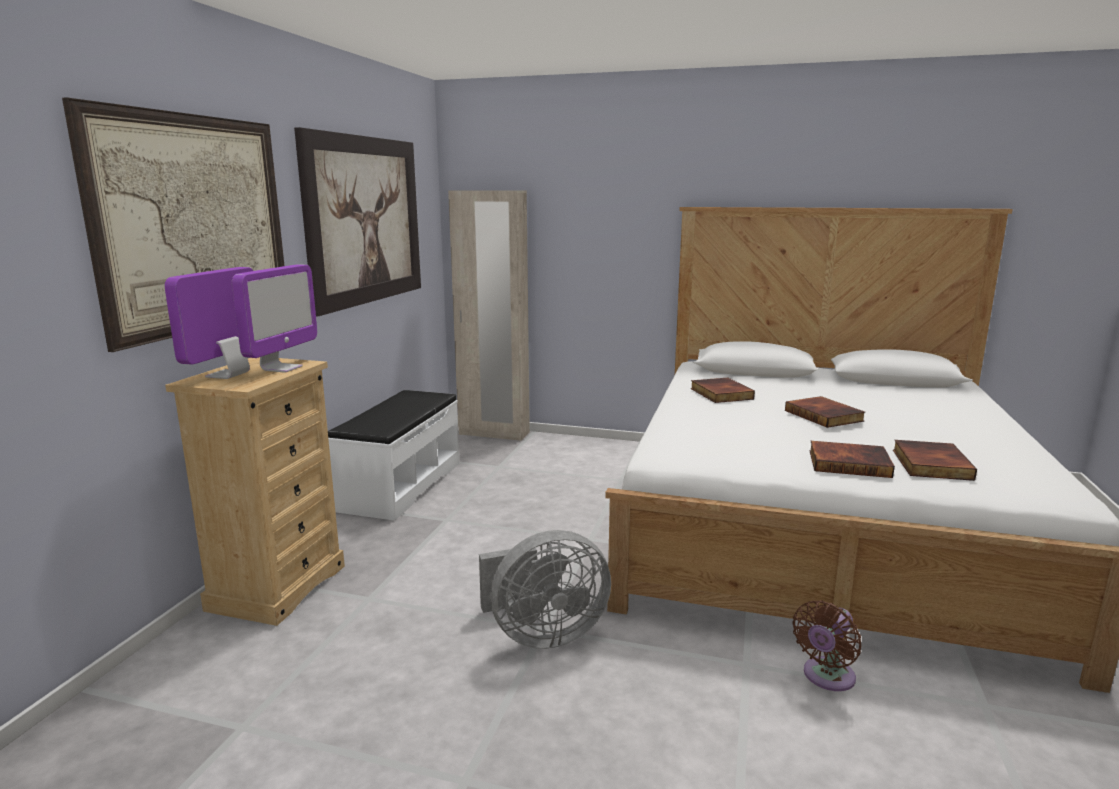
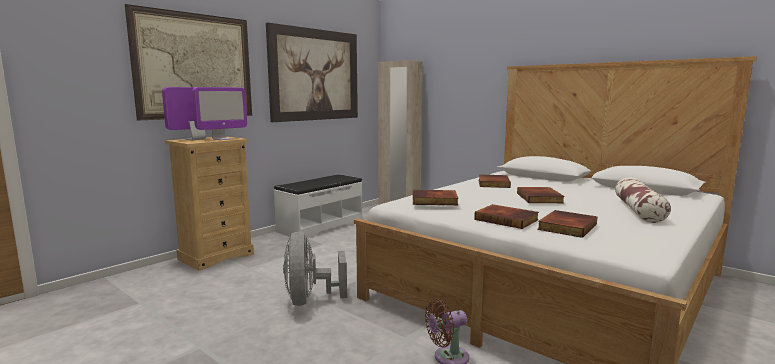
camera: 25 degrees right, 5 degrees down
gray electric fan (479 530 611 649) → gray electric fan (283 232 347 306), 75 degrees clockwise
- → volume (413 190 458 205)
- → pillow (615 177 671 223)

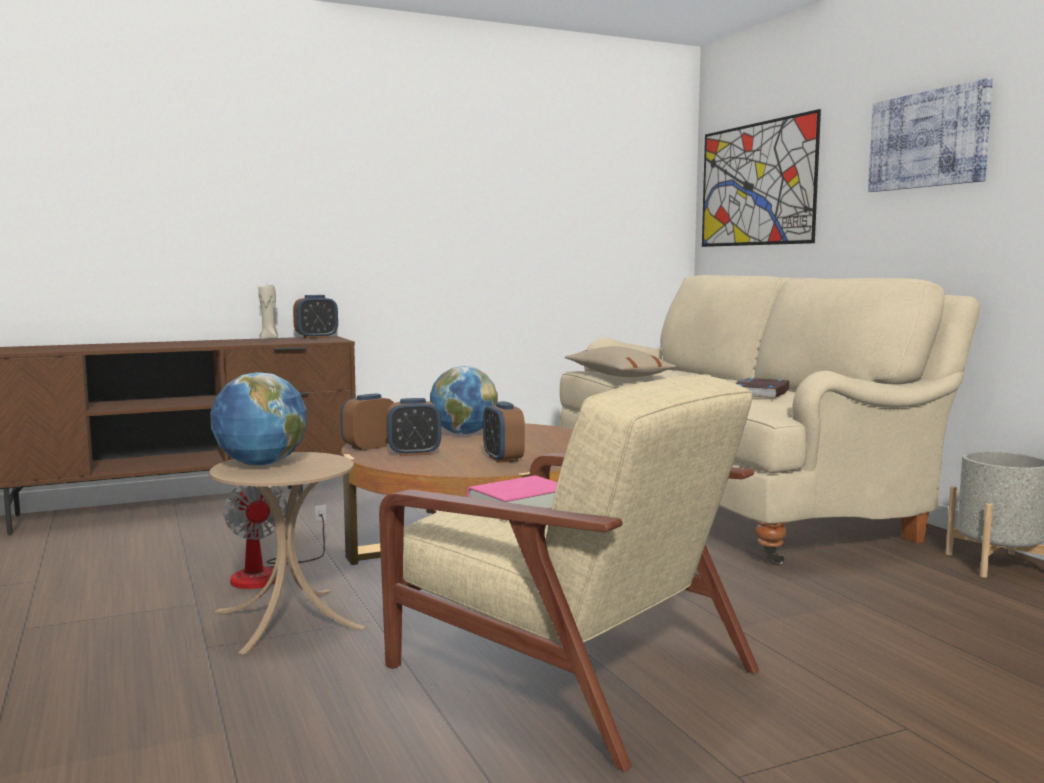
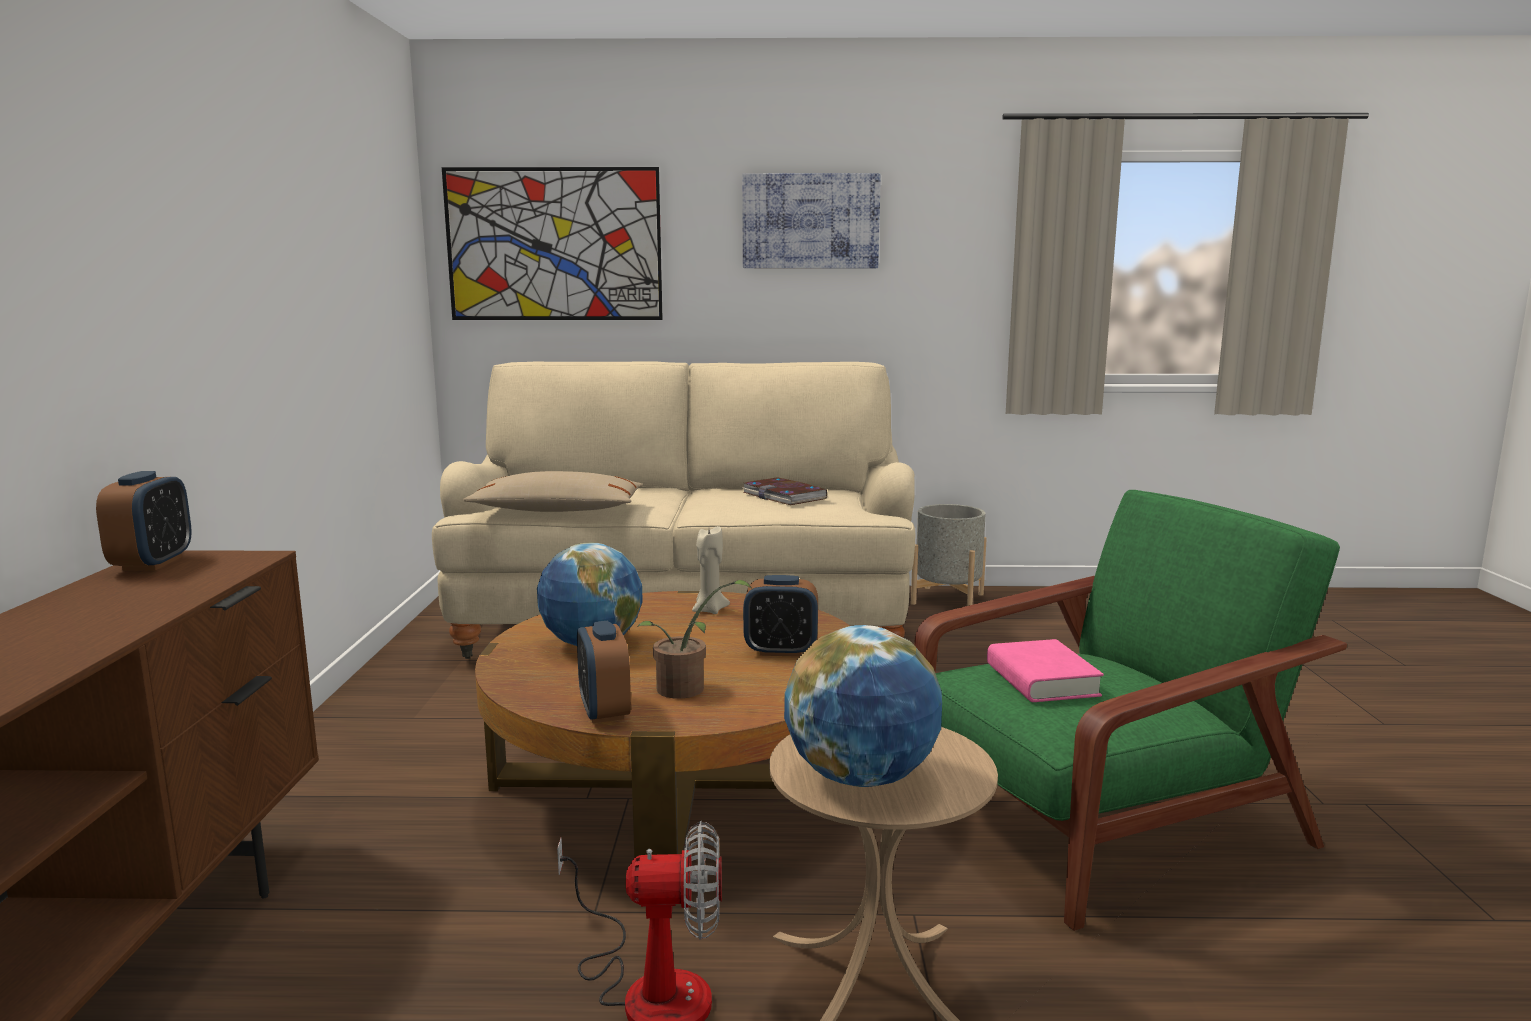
camera: 65 degrees left, 5 degrees up
beige candle (258 285 278 340) → beige candle (692 526 730 614), move
beige easy chair (379 374 759 772) → greenish easy chair (914 490 1347 931)
alarm clock (386 398 441 456) → potted plant (637 580 752 699)

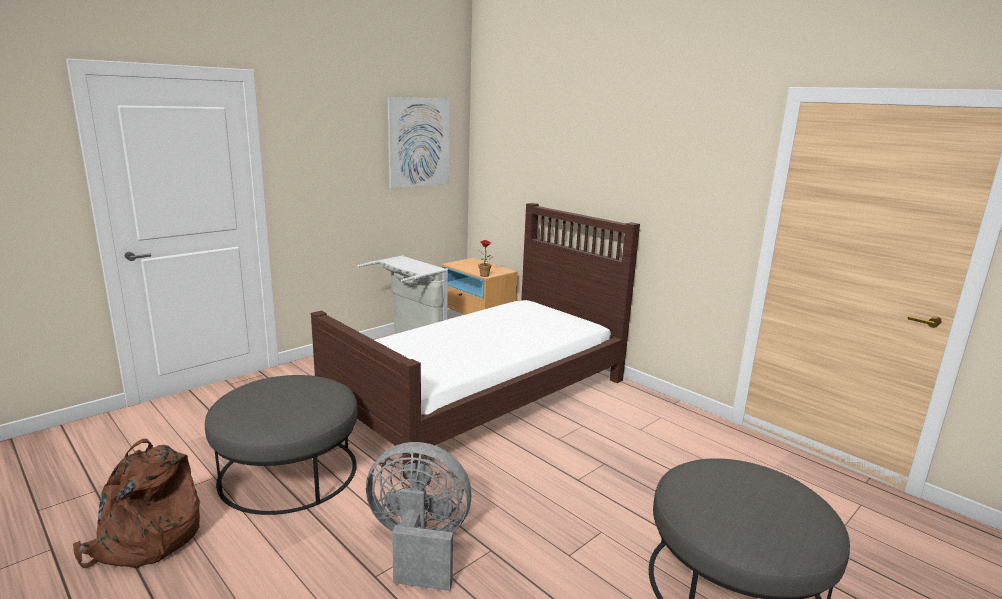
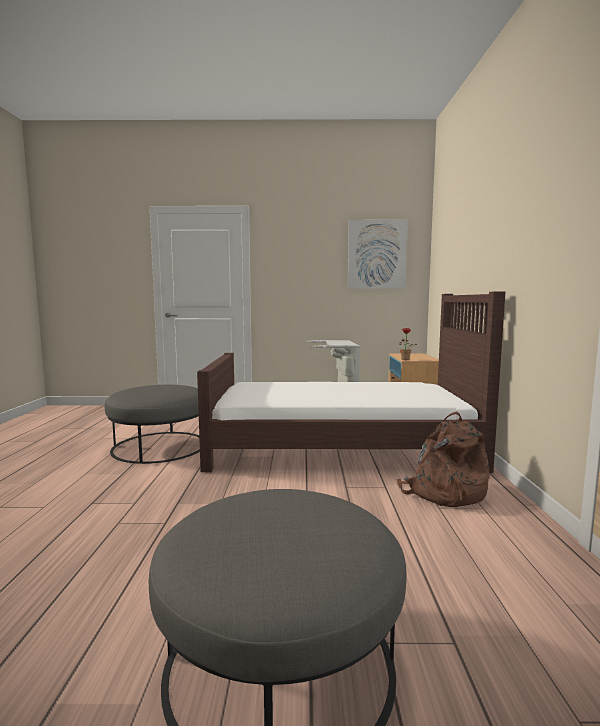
camera: 45 degrees right, 10 degrees down
brownish backpack (73 439 200 568) → brownish backpack (397 412 490 507), move
gray electric fan (366 442 471 591) → -

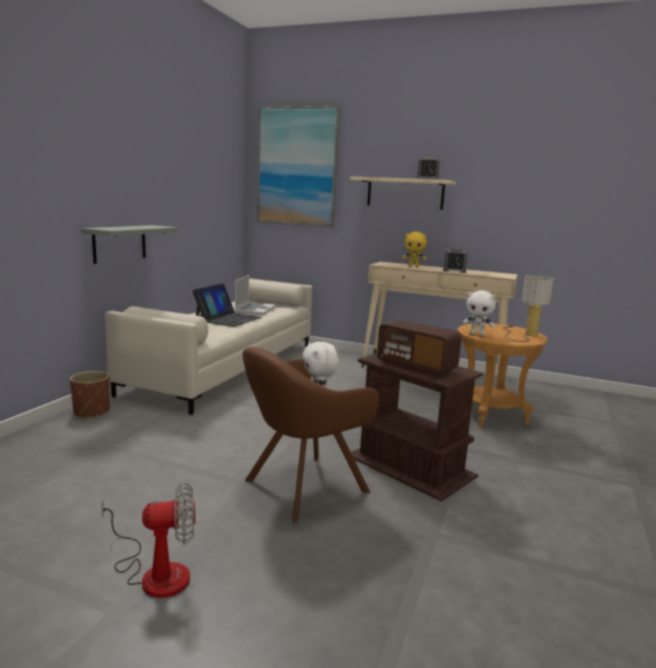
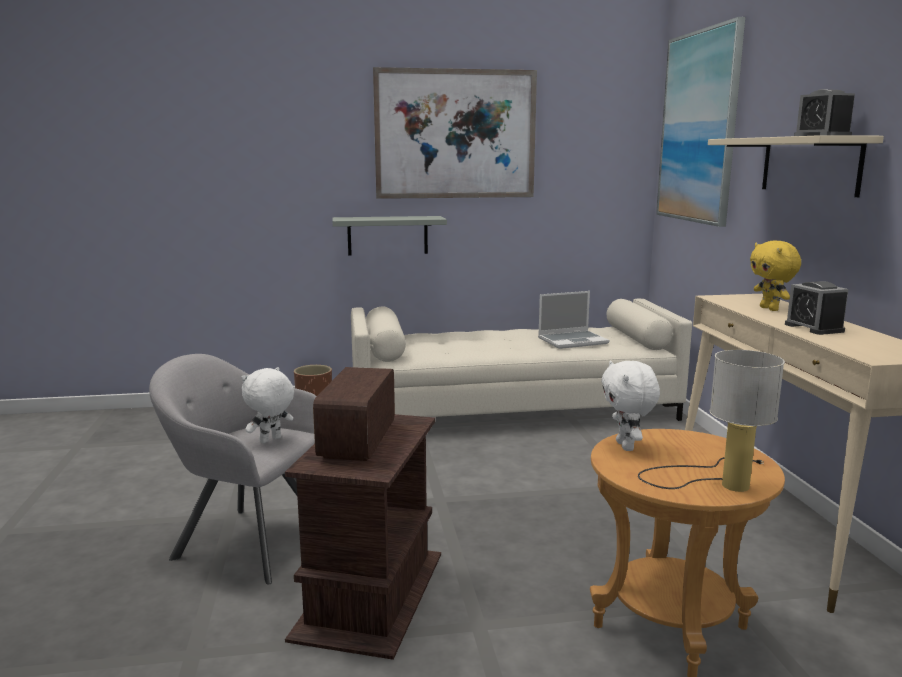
camera: 60 degrees right, 0 degrees up
electric fan (101 483 195 598) → -
laptop (192 283 262 327) → -
brownish easy chair (243 347 379 523) → gray easy chair (149 354 316 584)
- → wall art (373 67 537 199)

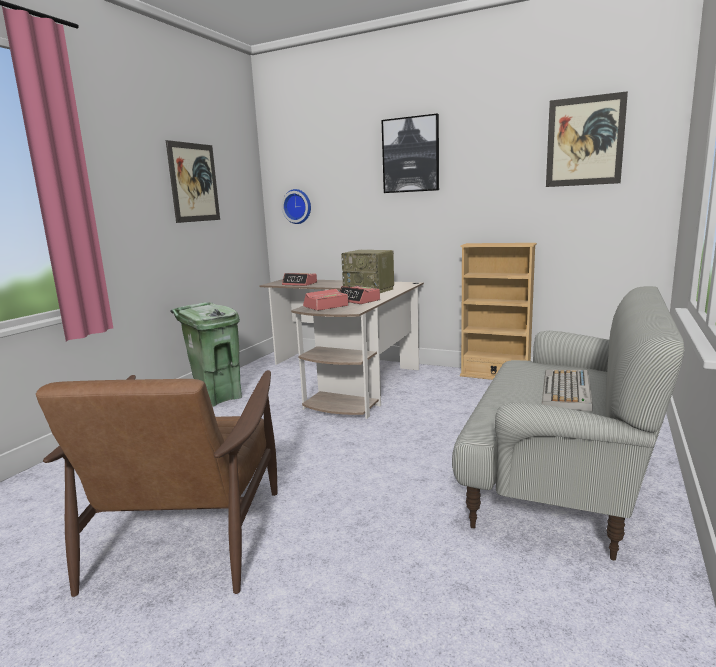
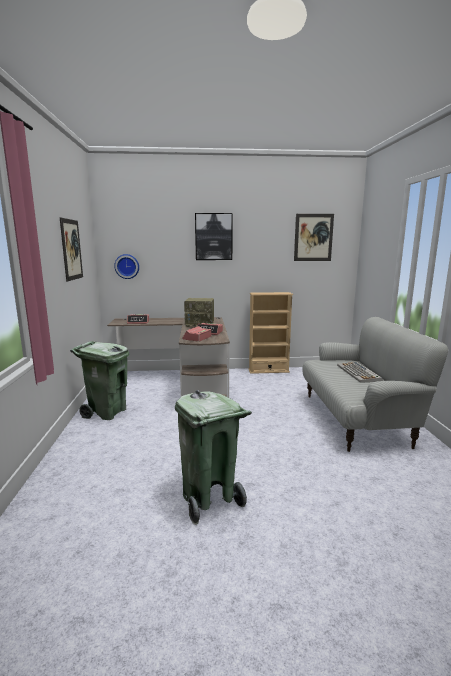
camera: 30 degrees left, 0 degrees up
brownish easy chair (36 370 277 597) → greenish waste bin (175 390 252 525)

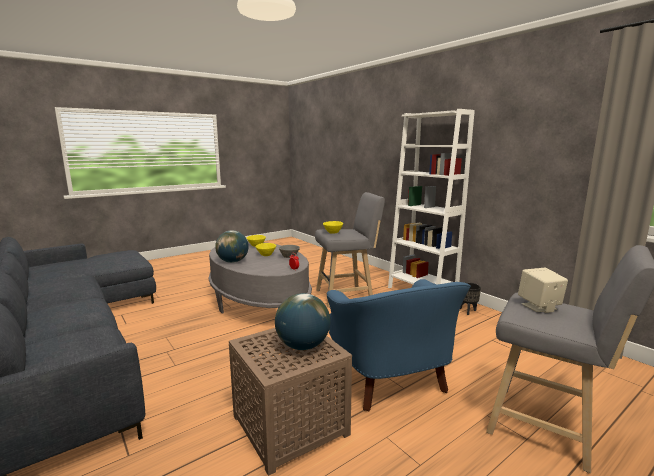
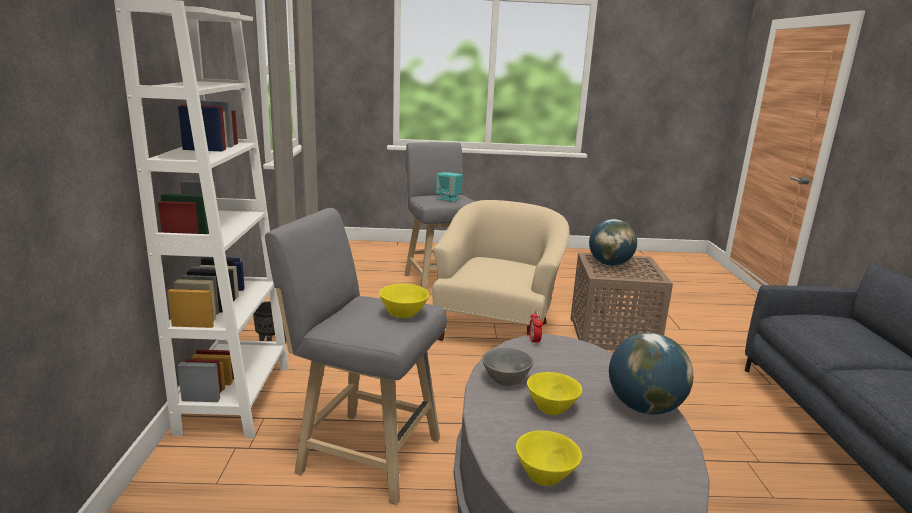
camera: 145 degrees left, 5 degrees up
blue easy chair (327 279 471 411) → beige easy chair (432 200 570 341)
beige audio speaker (518 268 568 313) → turquoise audio speaker (435 172 463 202)

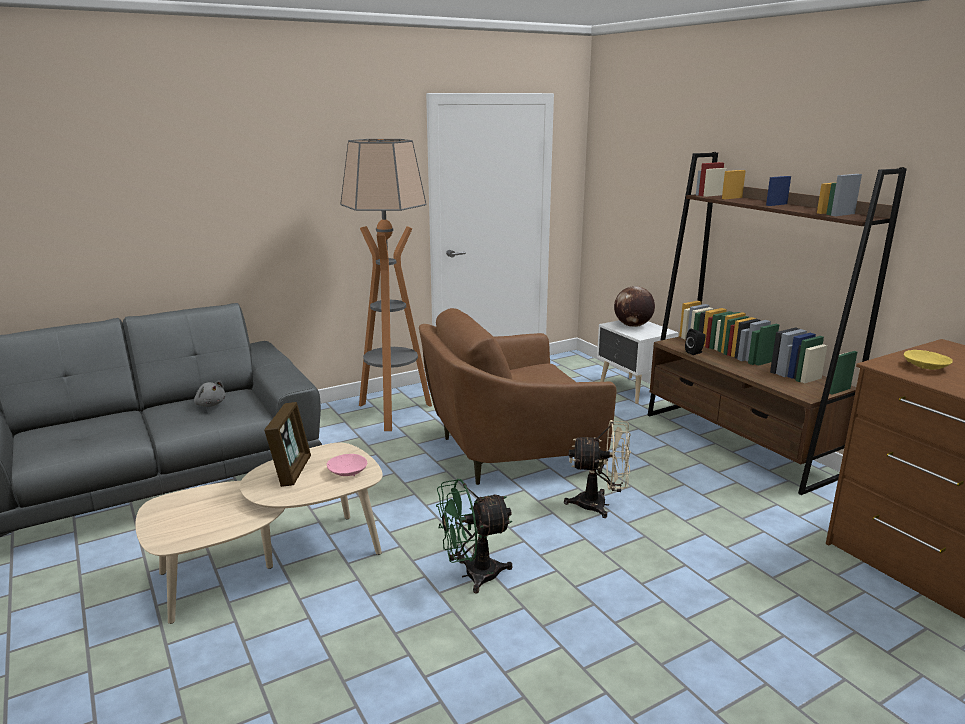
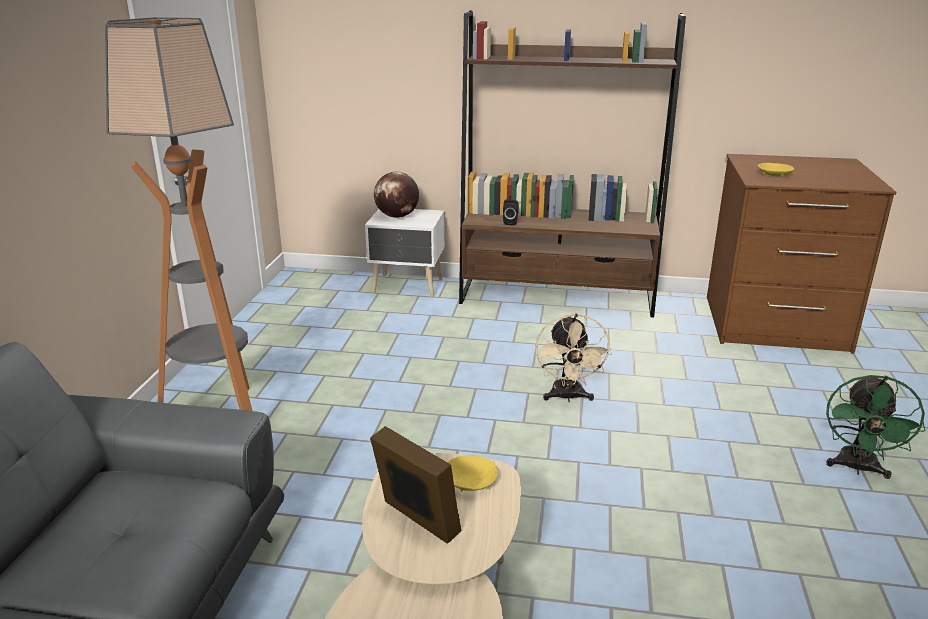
camera: 50 degrees left, 5 degrees up
gray plush toy (194 381 226 407) → -
pink serving bowl (327 454 367 476) → yellow serving bowl (448 455 498 491)
brownish easy chair (419 308 617 485) → -
greenish electric fan (436 479 512 594) → greenish electric fan (826 375 925 479), move
beige electric fan (564 420 631 518) → beige electric fan (535 313 612 402), 135 degrees clockwise

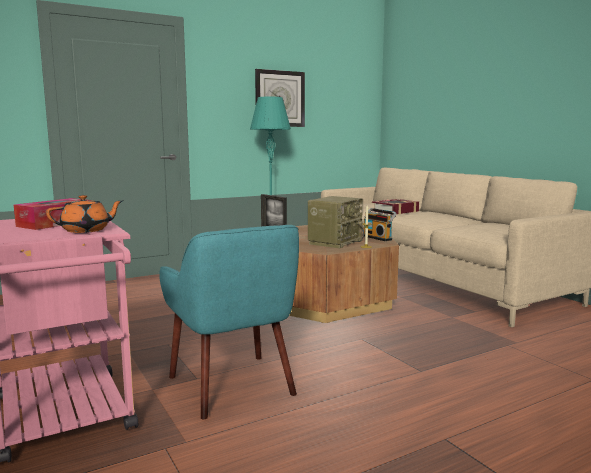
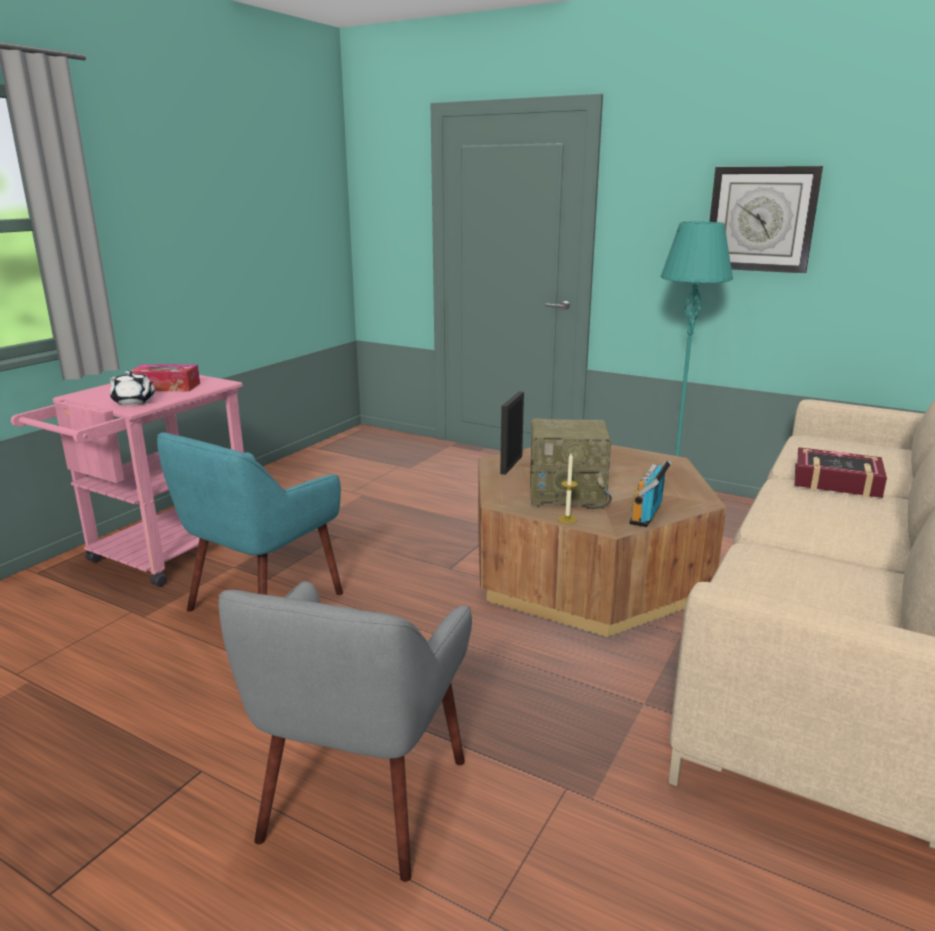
camera: 60 degrees right, 10 degrees up
orange-coloured tea pot (46 195 123 233) → white-coloured tea pot (110 370 155 406)
- → gray easy chair (219 581 472 882)

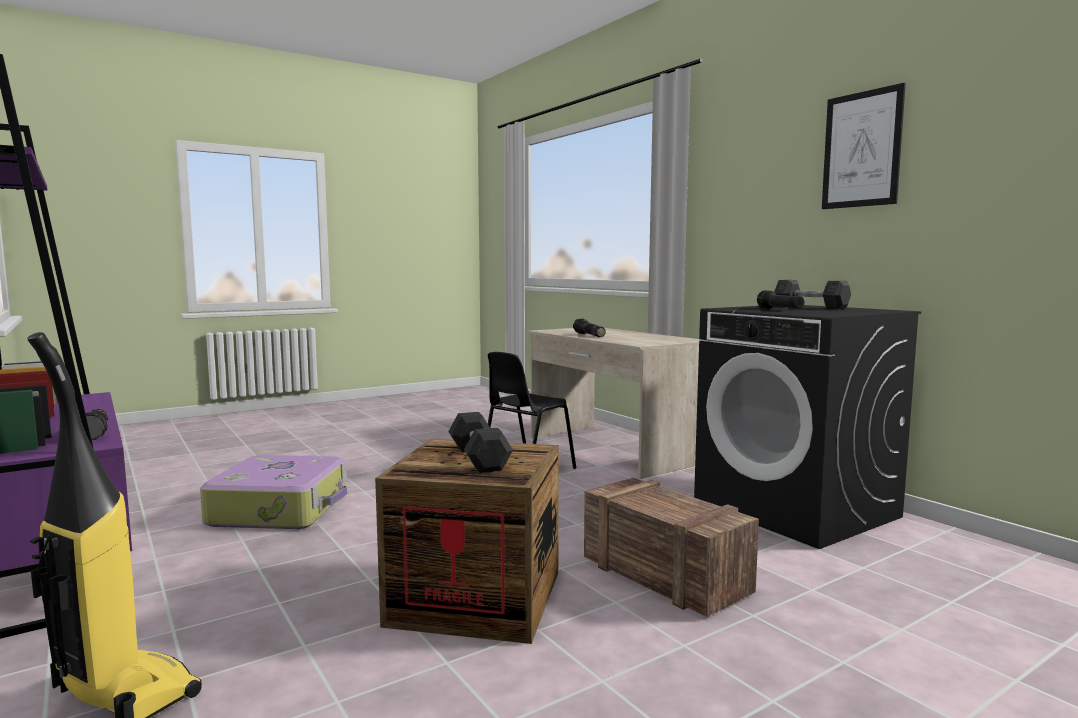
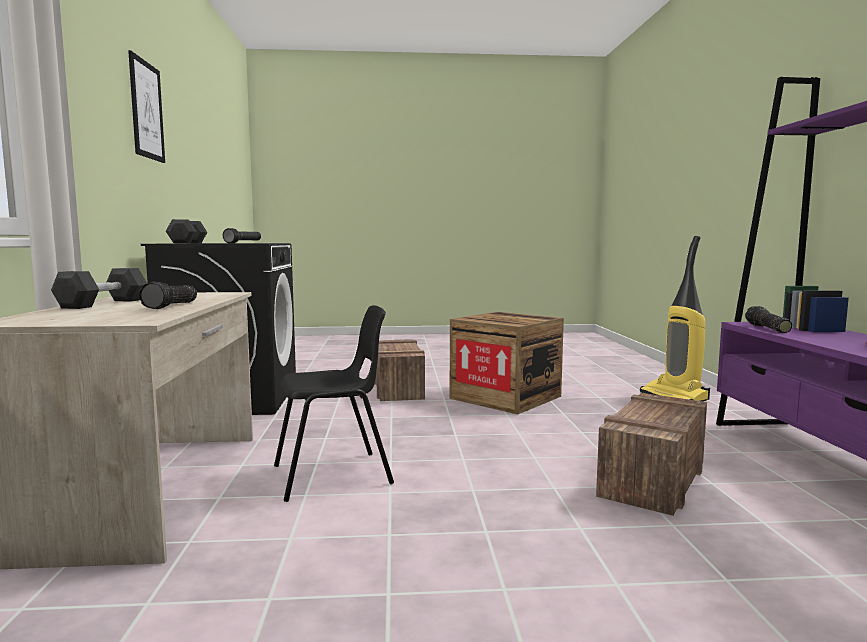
camera: 150 degrees left, 0 degrees up
piece of luggage (200 455 347 529) → packing crate (596 393 707 516)
gray hand weight (448 412 513 473) → gray hand weight (51 268 147 309), move

